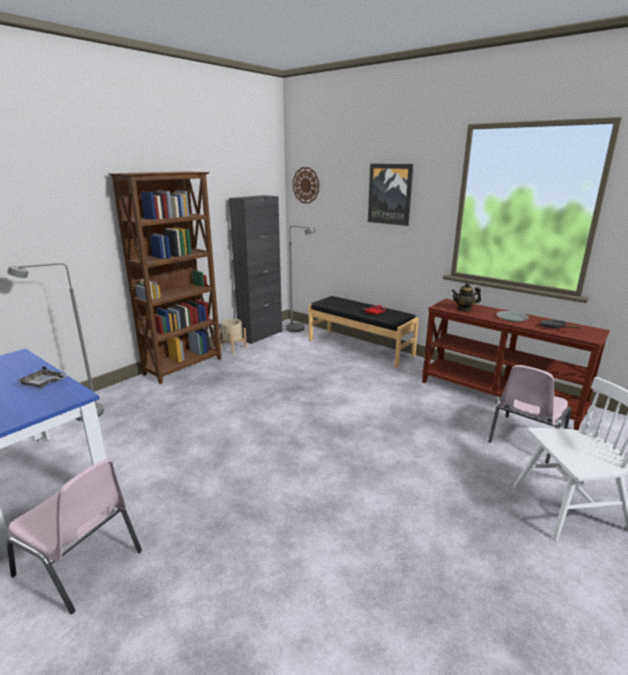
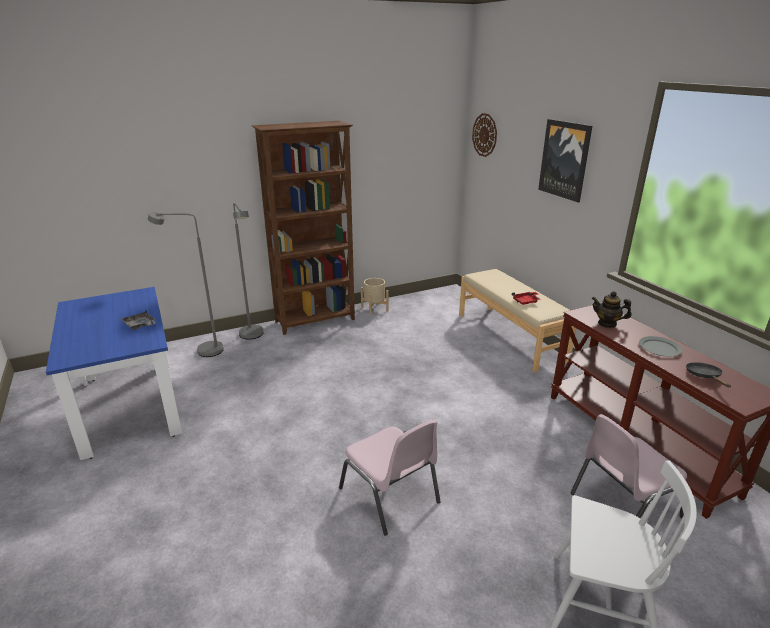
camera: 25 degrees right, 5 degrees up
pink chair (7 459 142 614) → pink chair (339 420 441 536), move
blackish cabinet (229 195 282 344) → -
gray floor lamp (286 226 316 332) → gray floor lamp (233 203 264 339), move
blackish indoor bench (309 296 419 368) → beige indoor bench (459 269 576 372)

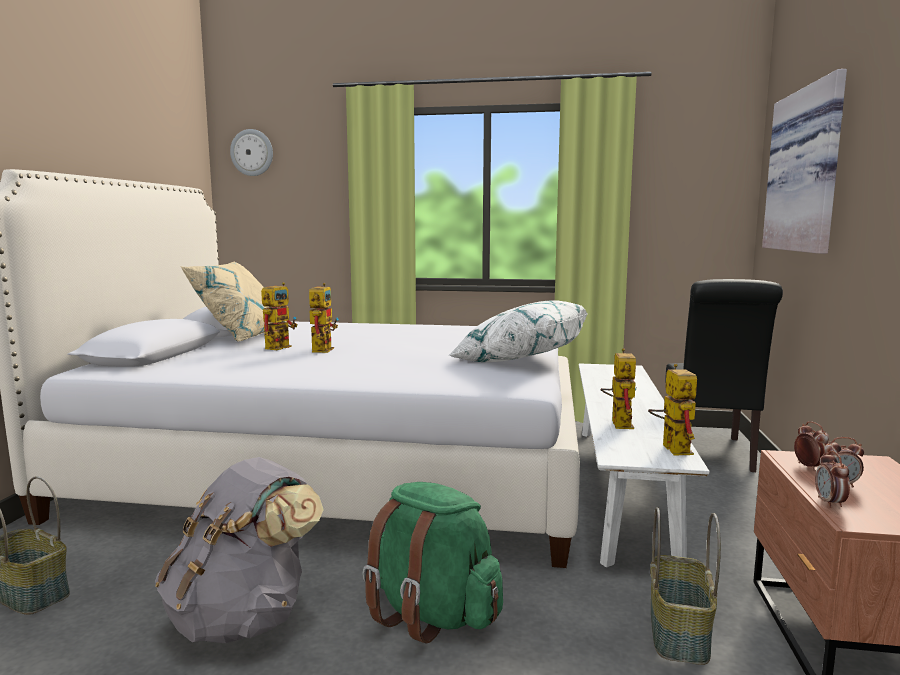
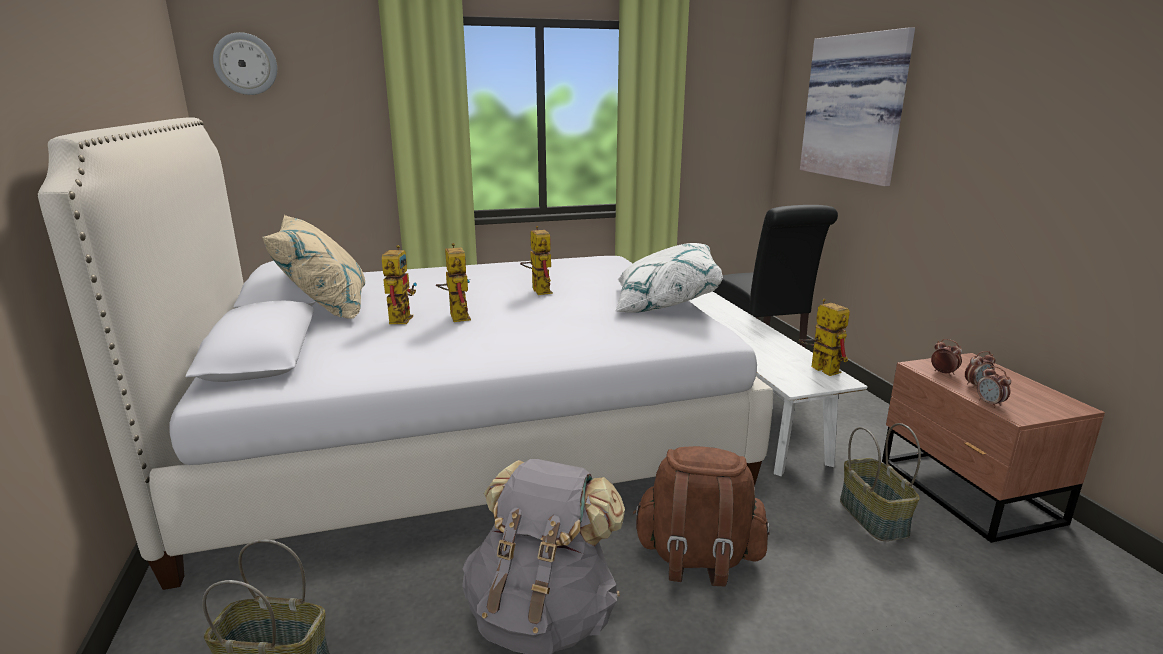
camera: 25 degrees left, 10 degrees up
greenish backpack (362 482 503 643) → brownish backpack (633 446 770 586)
toy robot (600 348 637 429) → toy robot (520 226 553 295), move

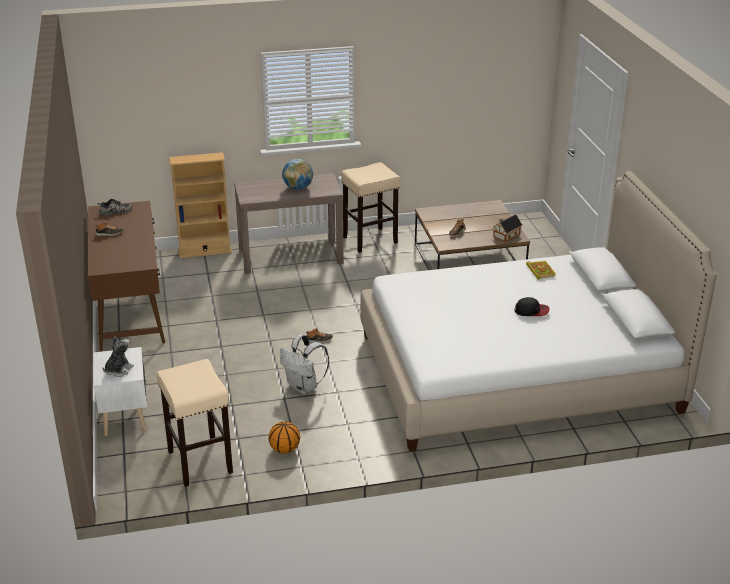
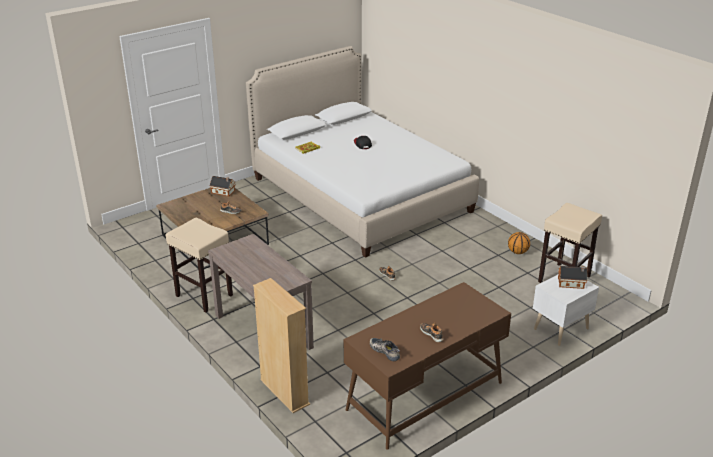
camera: 115 degrees left, 0 degrees up
plush toy (102 336 134 377) → model house (558 266 587 289)
white-coloured backpack (280 334 329 394) → -
desk globe (282 159 313 190) → -

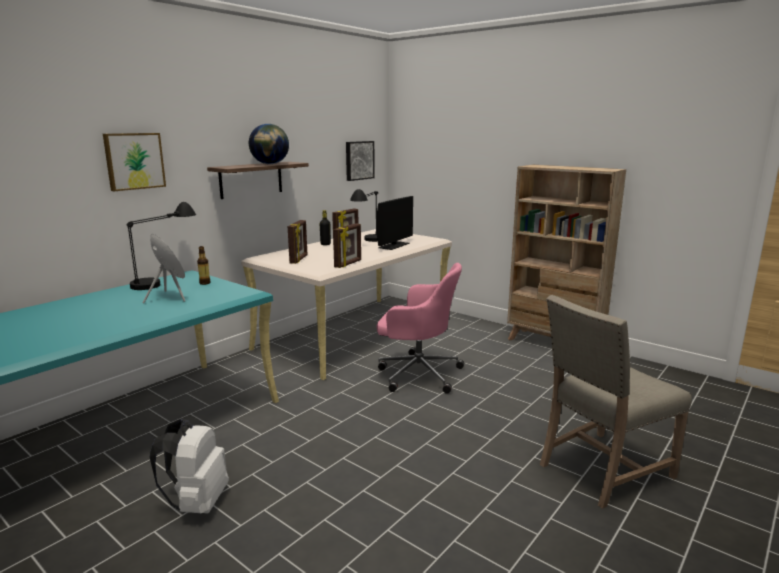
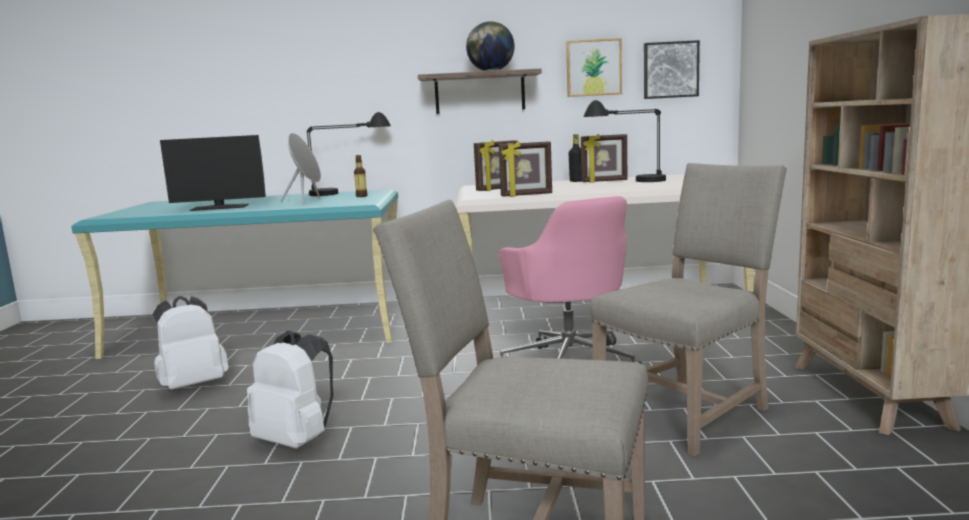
camera: 50 degrees right, 5 degrees down
wall art (103 133 166 191) → wall art (566 38 622 97), move
computer screen (376 196 413 250) → computer screen (160 135 266 211), move
- → white-coloured backpack (247 331 333 449)
- → beige chair (590 163 787 456)

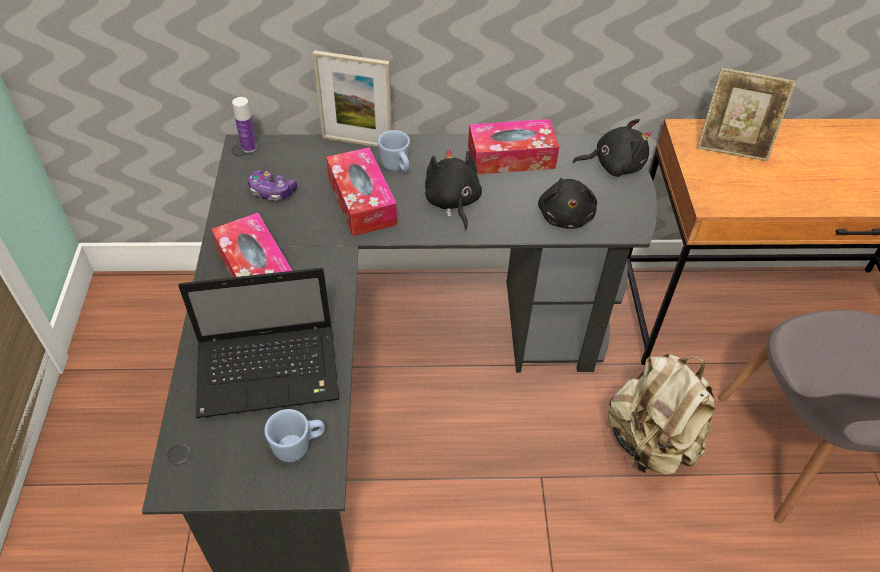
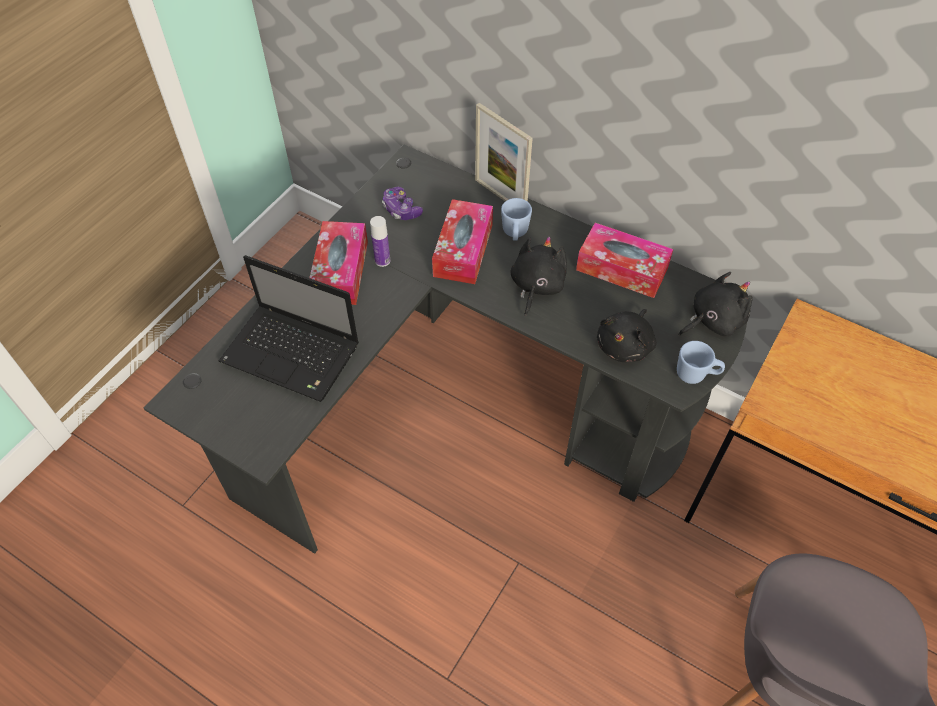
camera: 35 degrees right, 5 degrees up
bottle (232 97 257 153) → bottle (370 216 390 267), move
blue tea mug (264 409 325 462) → blue tea mug (677 341 725 384), move
blackish plush toy (573 119 652 177) → blackish plush toy (678 272 753 337), 60 degrees counterclockwise
beige backpack (607 354 716 475) → -
standing frame (697 68 796 161) → -

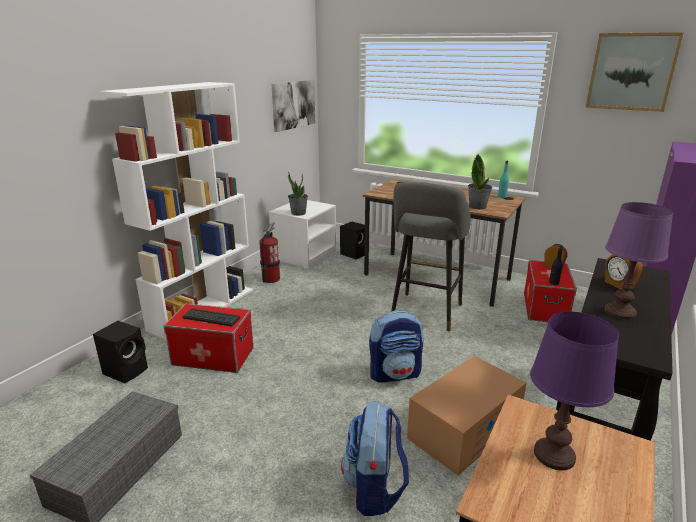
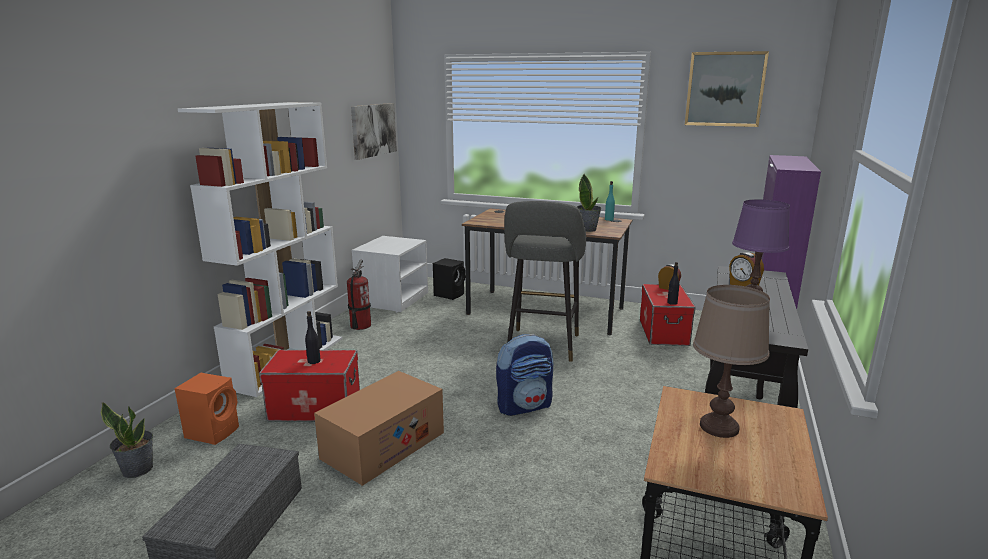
camera: 10 degrees left, 5 degrees down
blackish audio speaker (93 321 148 384) → orange-coloured audio speaker (175 373 239 445)
PC keyboard (182 308 240 326) → blackish bottle (305 311 321 364)
potted plant (288 171 308 216) → potted plant (101 402 153 478), move
backpack (341 401 409 516) → -
packing box (407 356 527 476) → packing box (314 371 444 486), move
purple tabletop lamp (530 312 619 470) → brownish tabletop lamp (693 285 770 438)

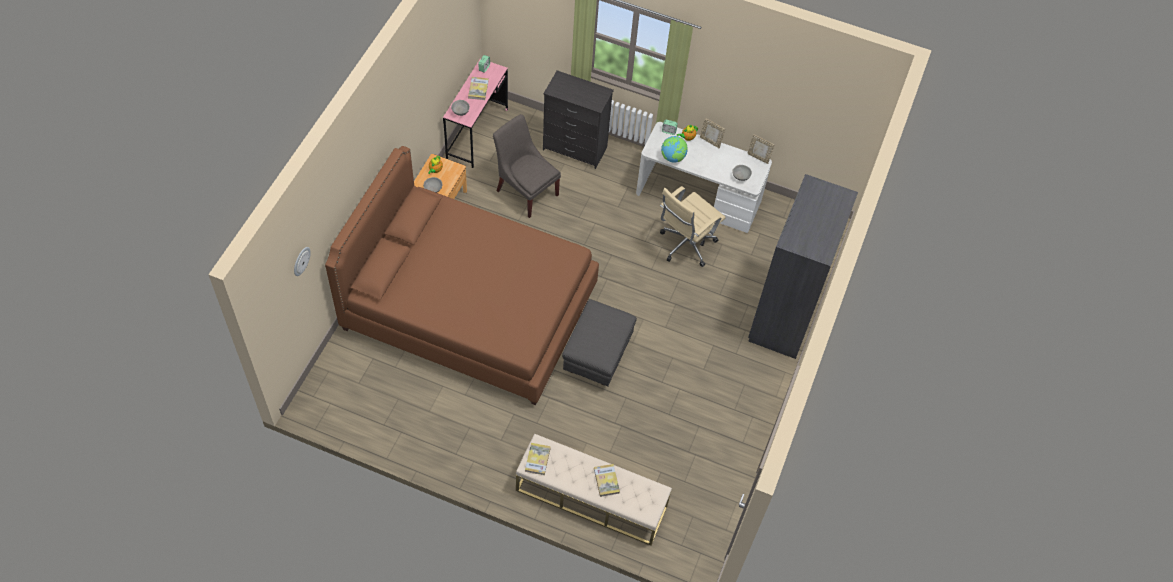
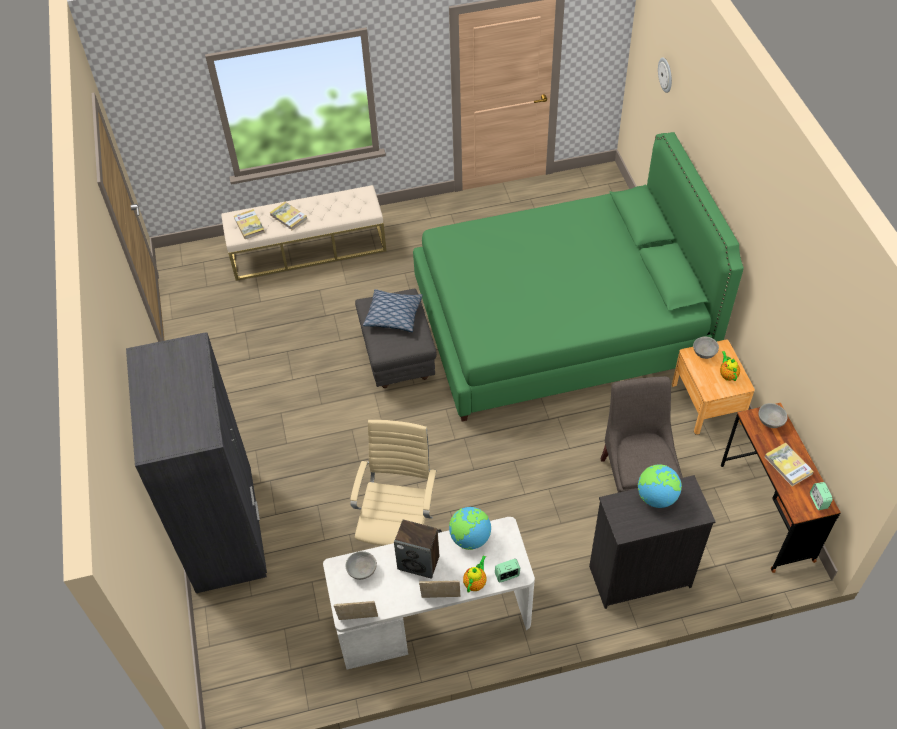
camera: 150 degrees right, 5 degrees down
brownish bed (325 146 599 405) → greenish bed (413 132 744 422)
pink desk (443 58 508 168) → brownish desk (721 403 841 573)
gray chair (493 114 561 218) → gray chair (600 376 683 493), 105 degrees counterclockwise
volume (525 443 551 475) → volume (234 209 265 239), move
- → pillow (363 289 423 332)
- → audio speaker (394 520 439 579)
- → desk globe (638 465 682 508)

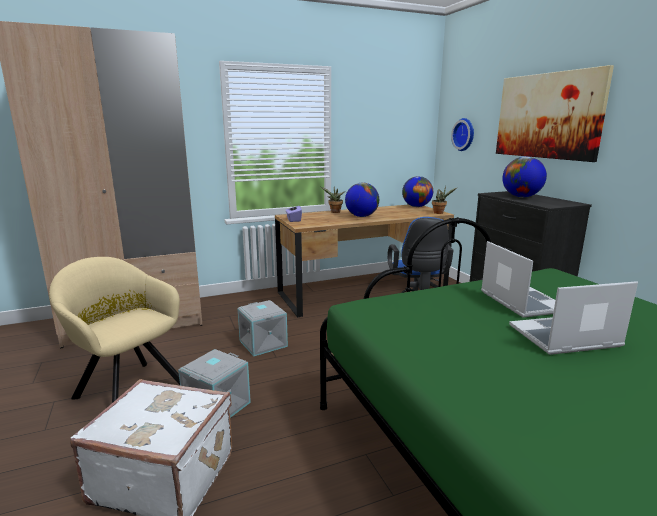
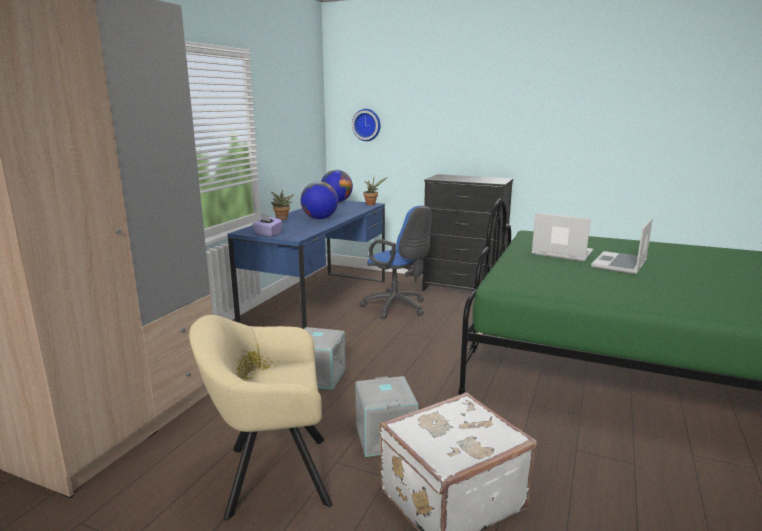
camera: 45 degrees left, 0 degrees up
brownish desk (275 205 454 318) → blue desk (228 200 385 329)
wall art (496 65 614 162) → -
desk globe (502 156 547 197) → -

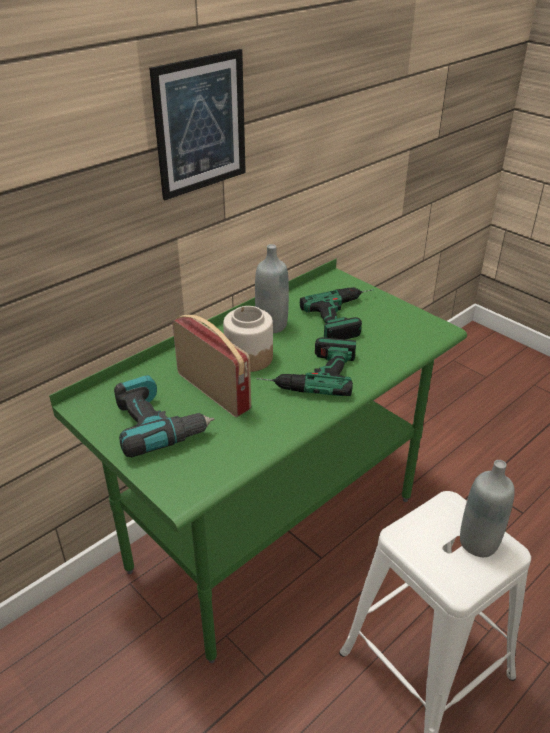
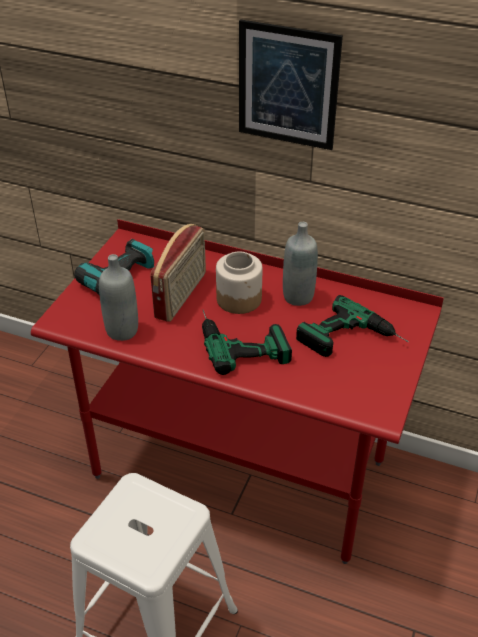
camera: 65 degrees right, 5 degrees up
greenish desk (49 259 467 663) → red desk (31 219 444 564)
gray bottle (460 460 515 557) → gray bottle (99 254 138 341), move

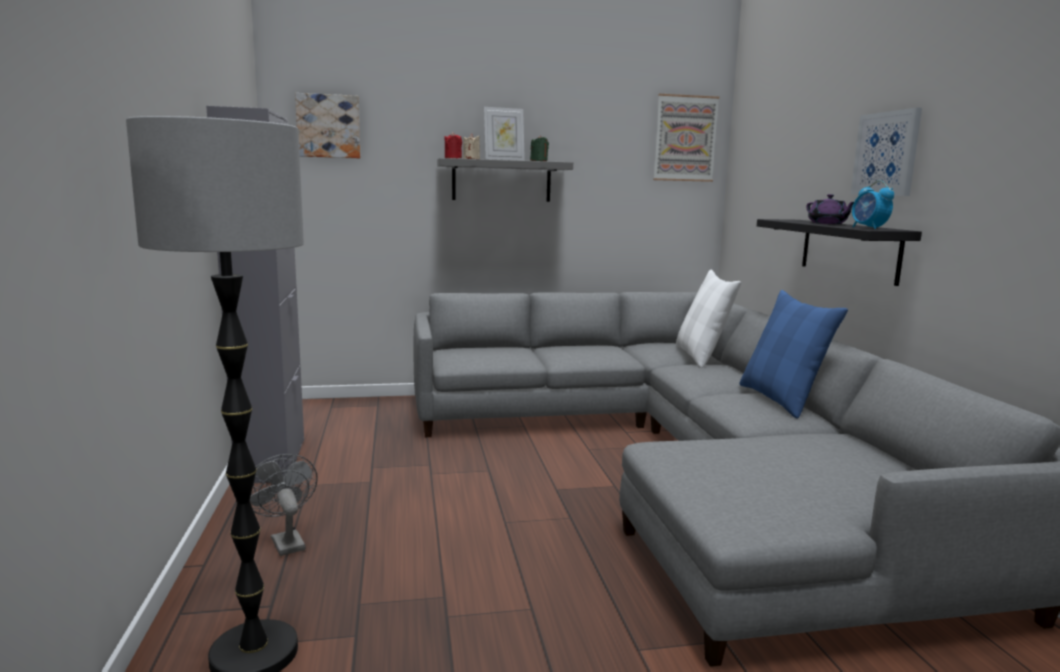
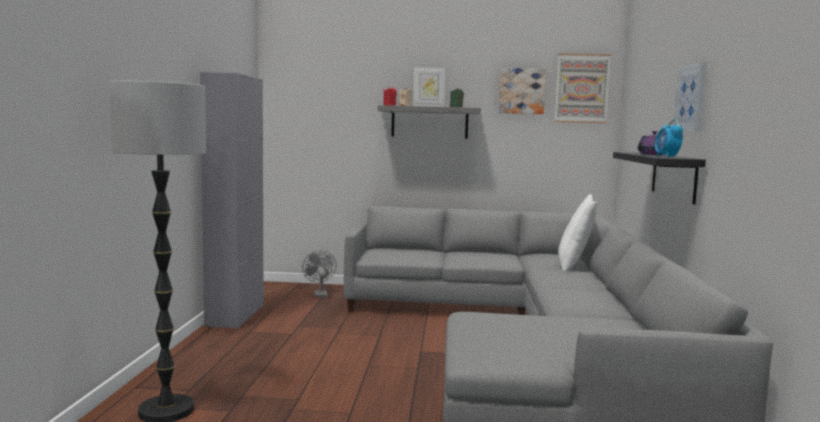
camera: 15 degrees right, 5 degrees down
gray electric fan (250 454 318 556) → gray electric fan (302 251 336 298), move
wall art (295 93 360 158) → wall art (499 68 546 114), move
blue pillow (740 290 848 419) → -

